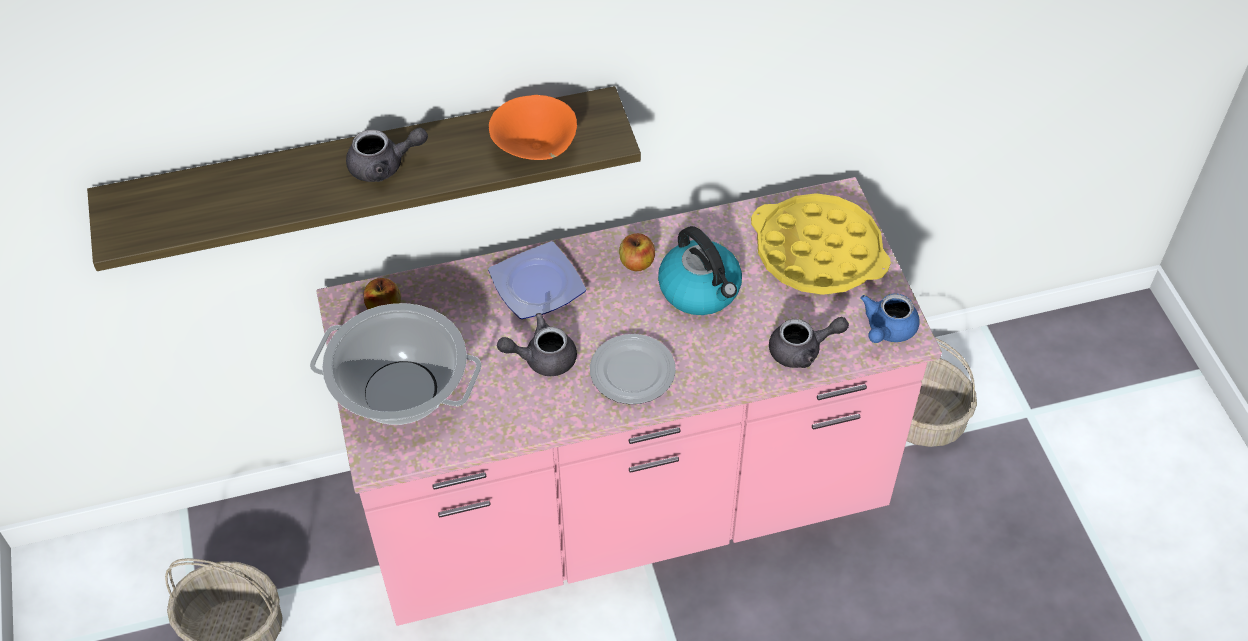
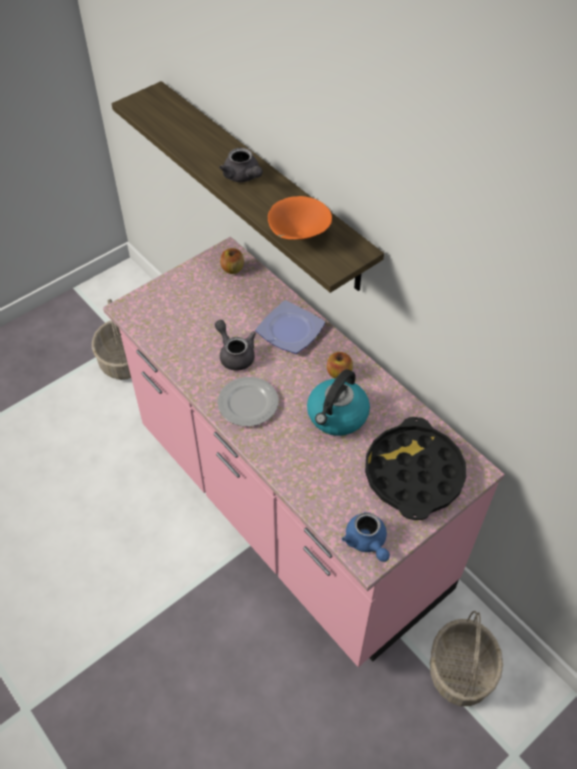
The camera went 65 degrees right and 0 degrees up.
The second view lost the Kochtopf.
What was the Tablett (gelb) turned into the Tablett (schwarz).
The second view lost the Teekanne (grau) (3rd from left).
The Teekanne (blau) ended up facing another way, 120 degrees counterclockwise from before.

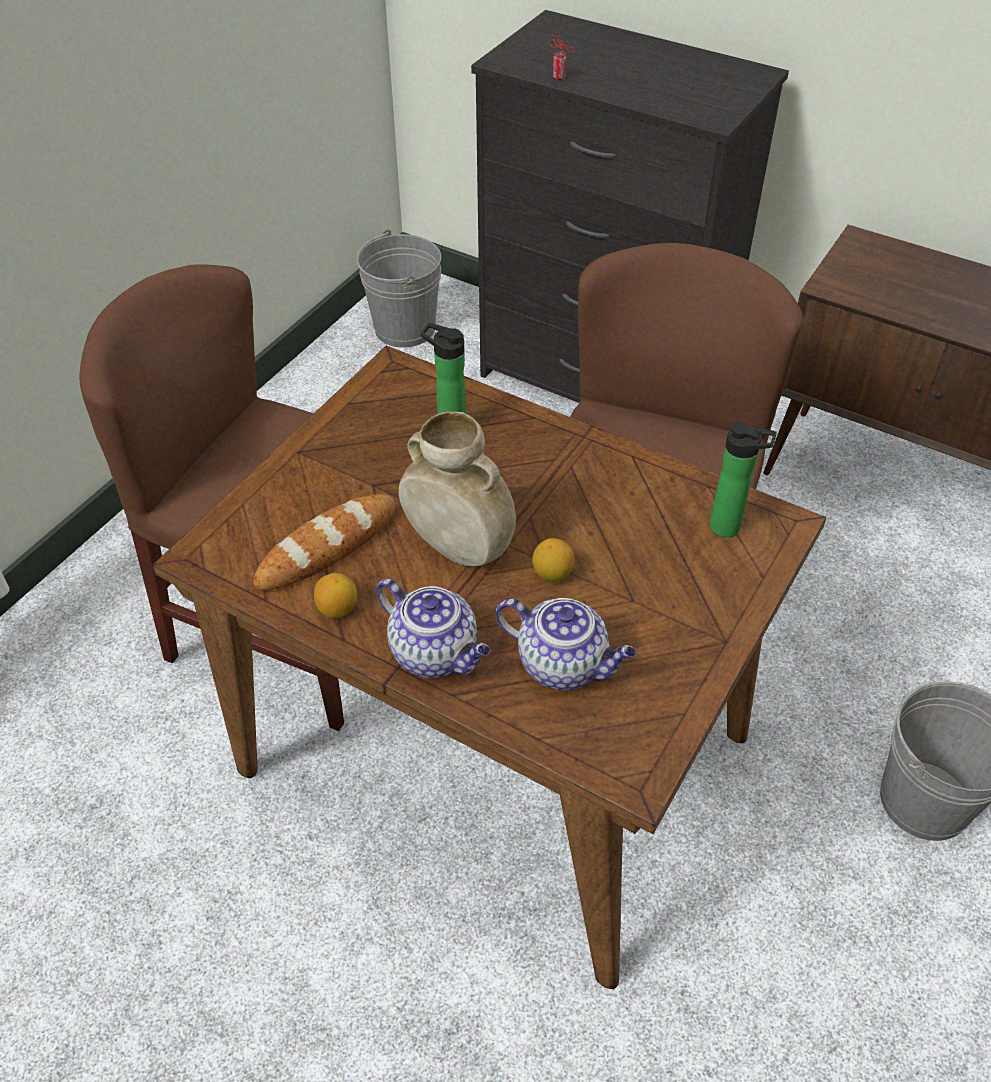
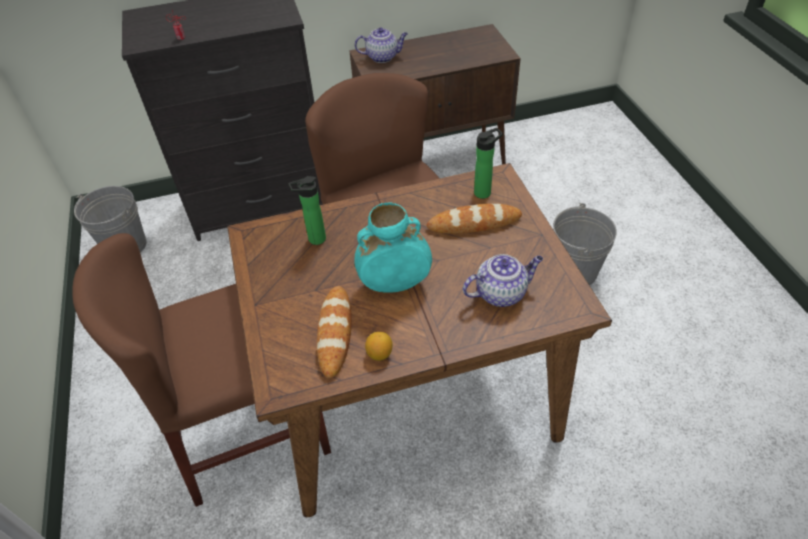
The camera went 45 degrees left and 0 degrees up.
The Teekanne (1st from left) ended up elsewhere.
What was the Vase (beige) turned into the Vase (türkis).
The second view lost the Zitrone (2nd from left).
The second view gained the Brot (2nd from left).

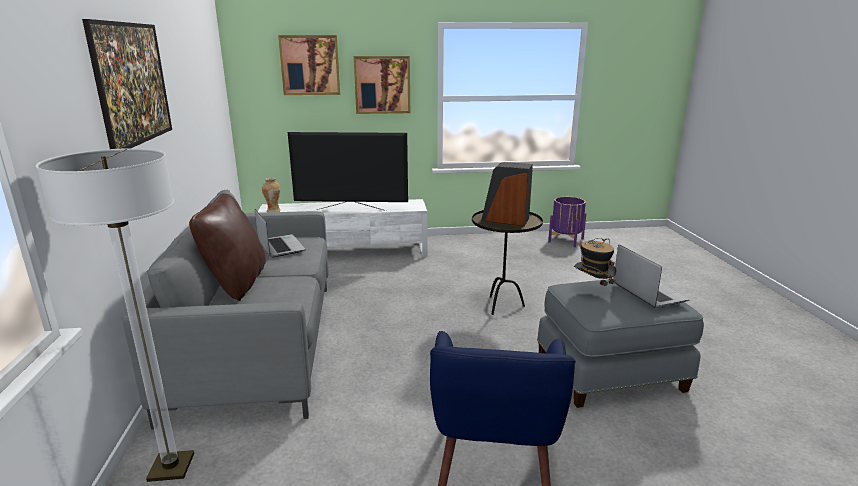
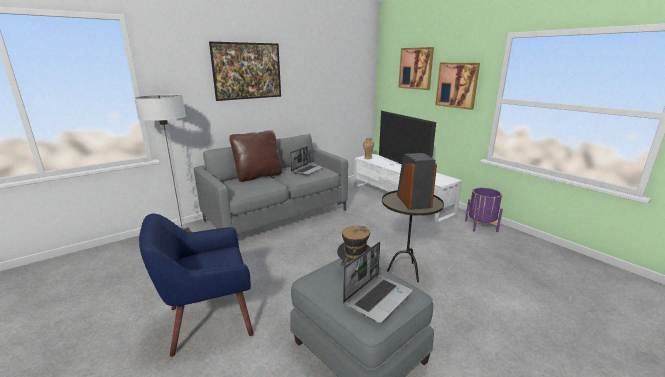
The camera went 60 degrees right and 0 degrees up.
The Pflanzkübel (lila) ended up elsewhere.

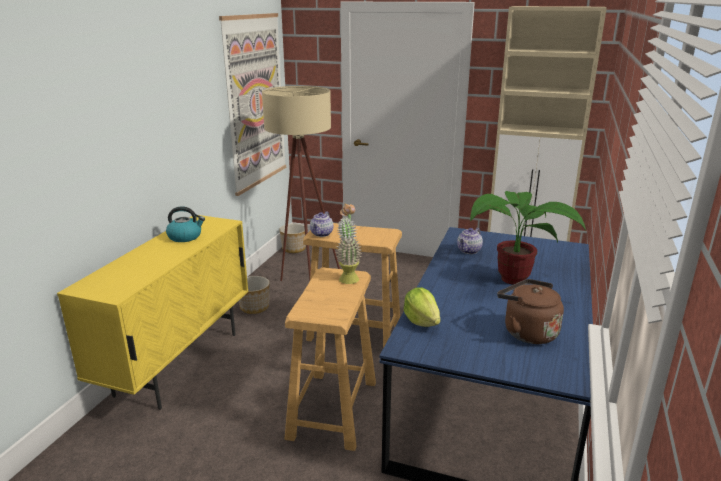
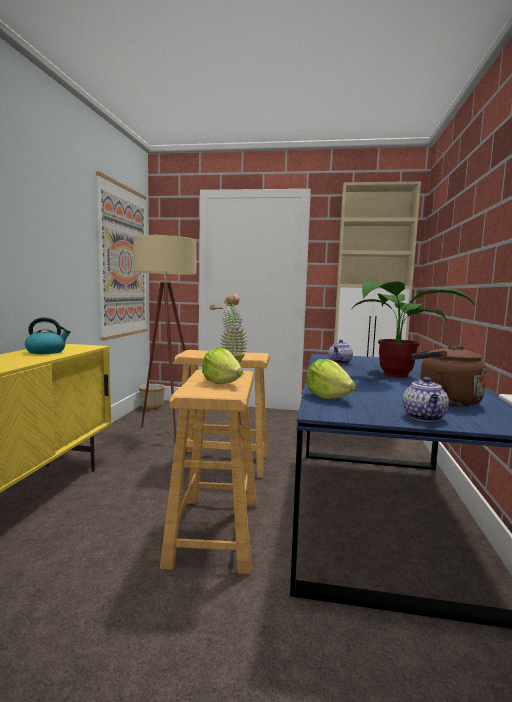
The camera went 10 degrees left and 15 degrees down.
The second view lost the Pflanzkübel (1st from left).
The Teekanne (1st from left in the first image) ended up elsewhere.
The second view gained the Salatkopf (1st from left).

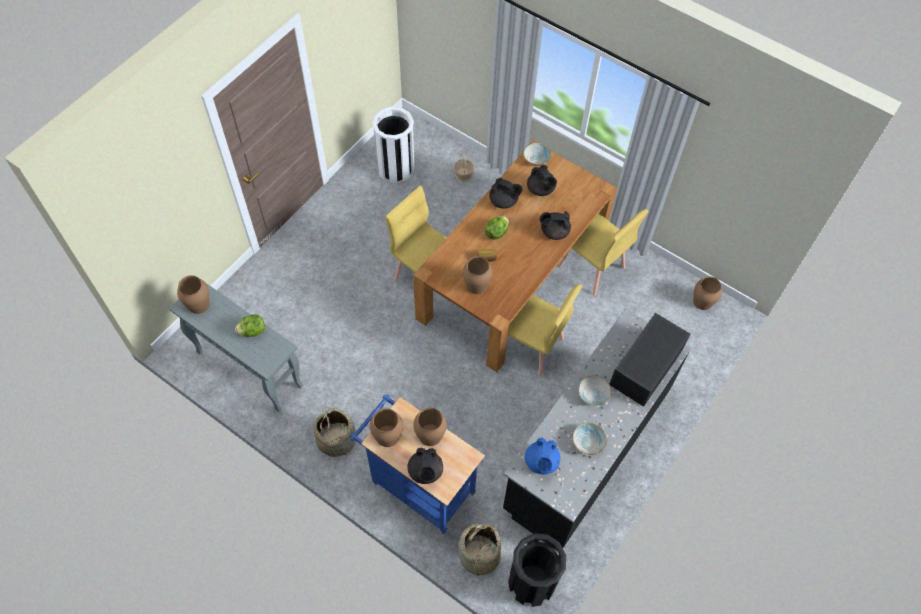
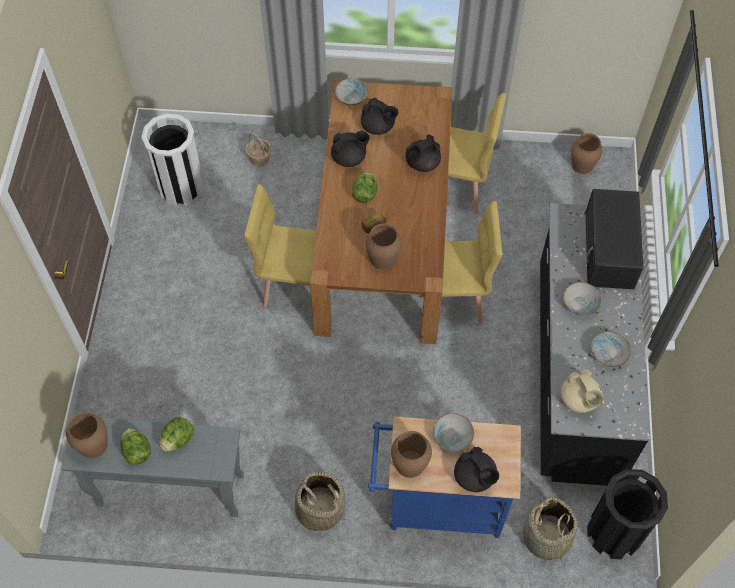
The camera went 30 degrees left and 0 degrees up.
Where the Vase (braun) (3rd from left) stood, the Schüssel (2nd from left) came to stand.
What was the Teekanne (blau) turned into the Teekanne (beige).
The second view gained the Salatkopf (1st from left).

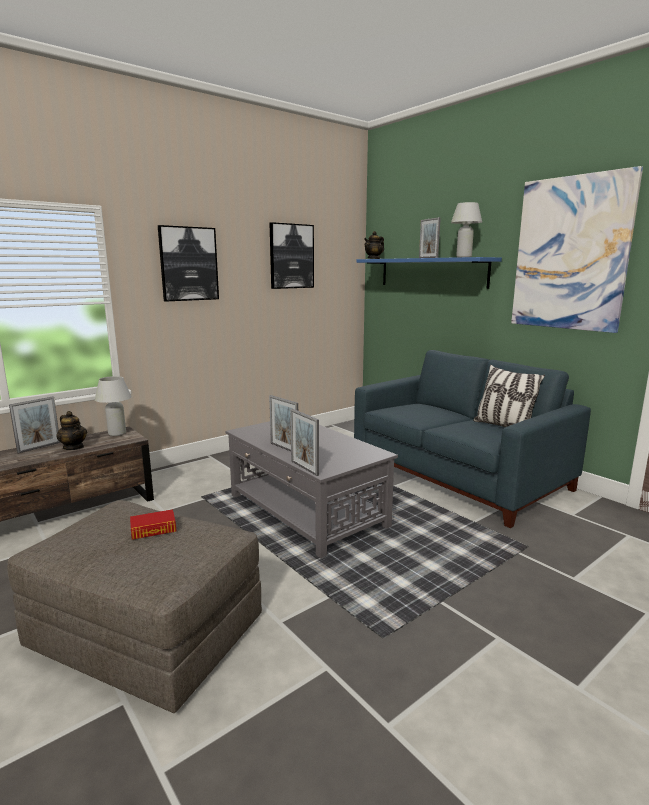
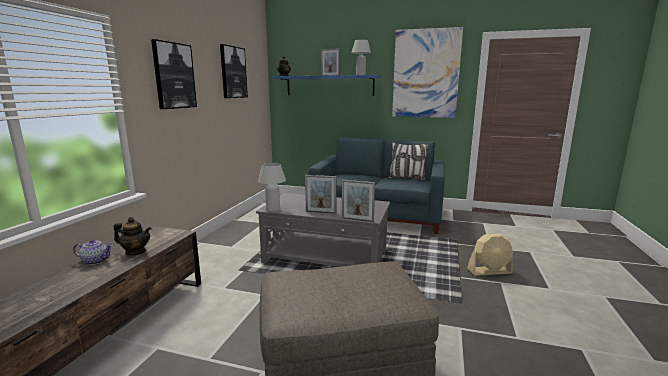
The camera went 35 degrees left and 0 degrees up.
Where the Bilderrahmen (1st from left) stood, the Teekanne (1st from left) came to stand.
The Tischlampe (weiß) (1st from left) ended up elsewhere.
The second view lost the Buch.
The second view gained the Ventilator (beige).

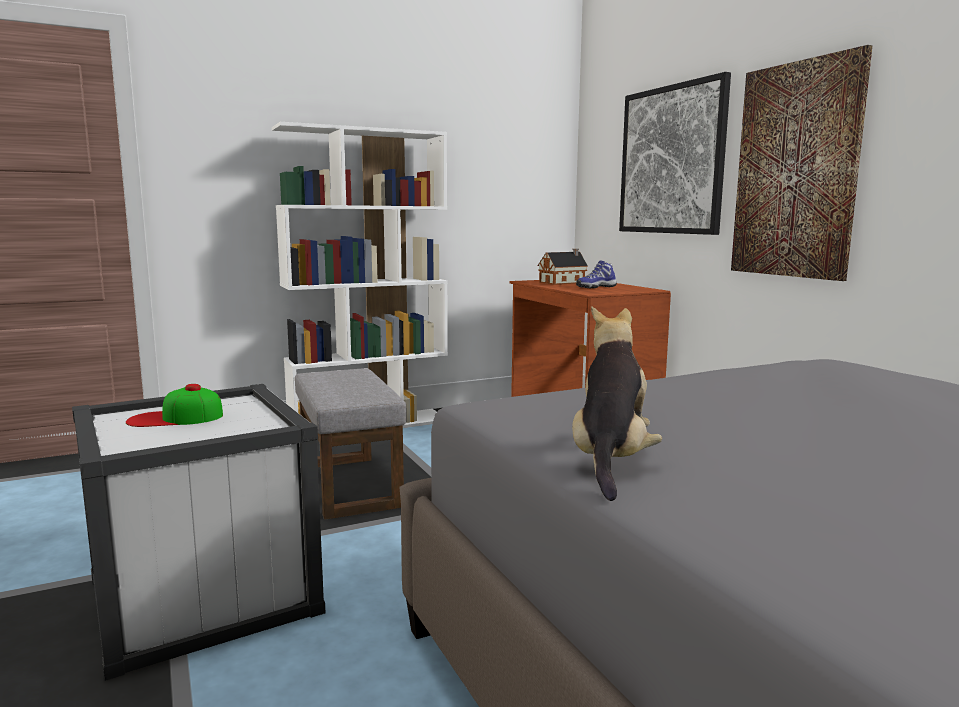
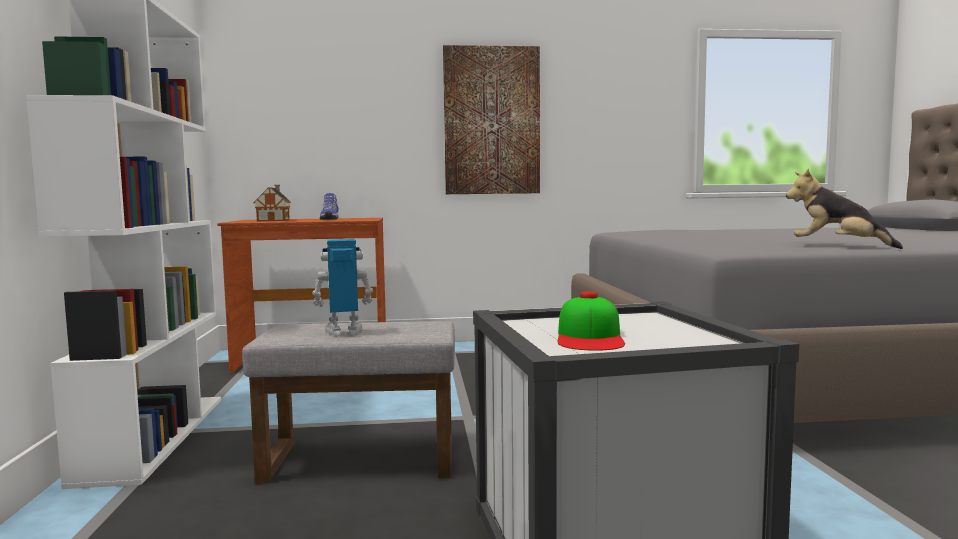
The camera went 70 degrees left and 5 degrees down.
The second view lost the Bild (1st from left).
The second view gained the Spielzeugroboter.

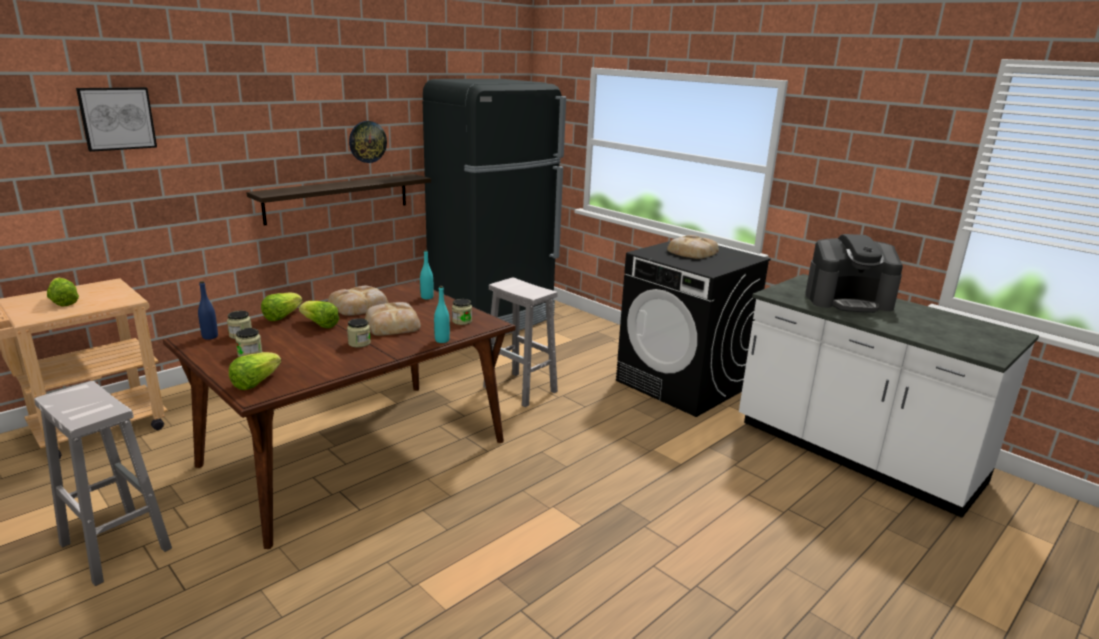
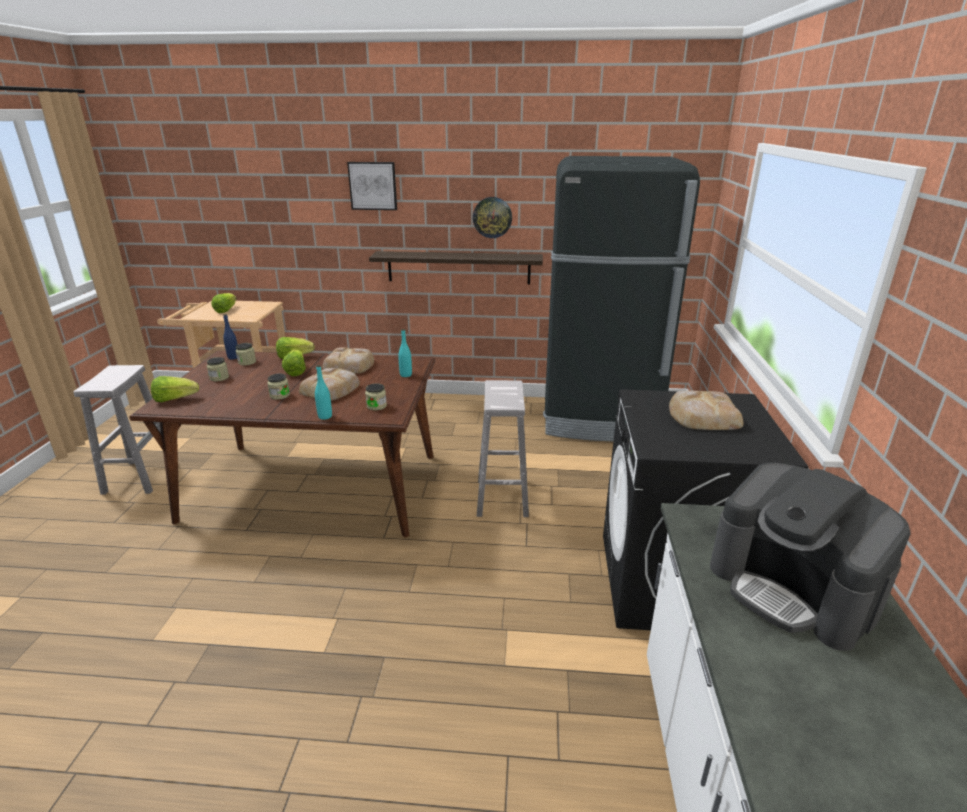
The camera went 50 degrees right and 5 degrees up.
The Bild ended up elsewhere.

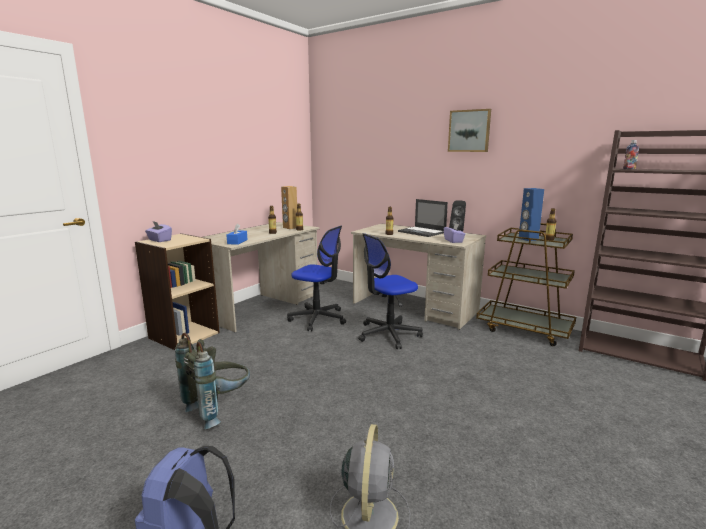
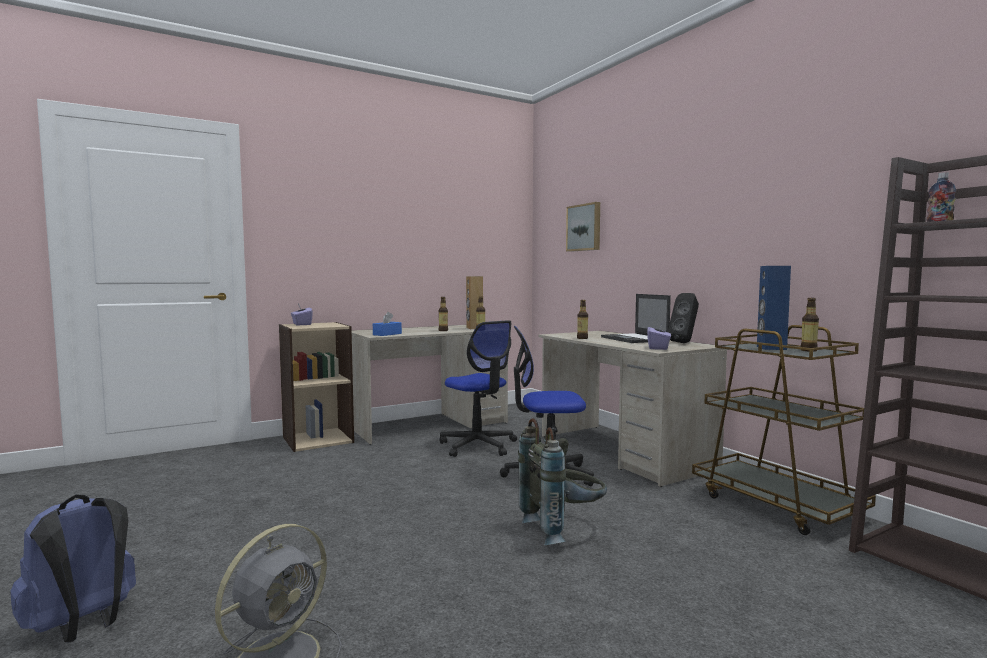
The camera went 25 degrees right and 10 degrees down.
The Rucksack (grau) ended up elsewhere.
The Bild ended up elsewhere.

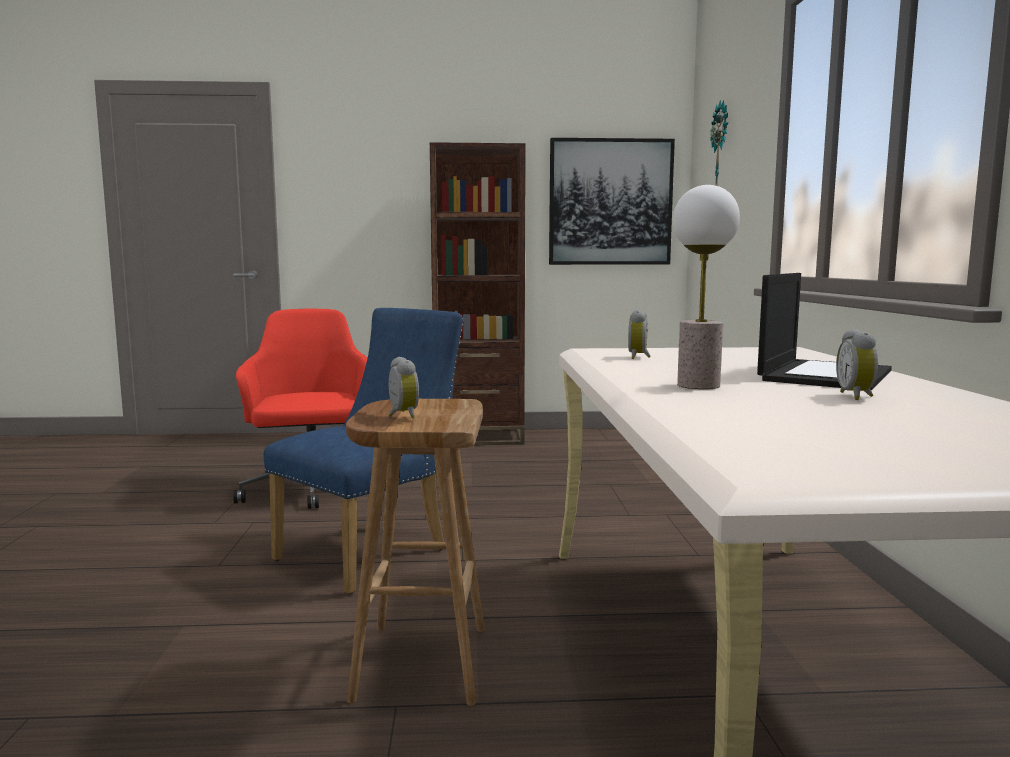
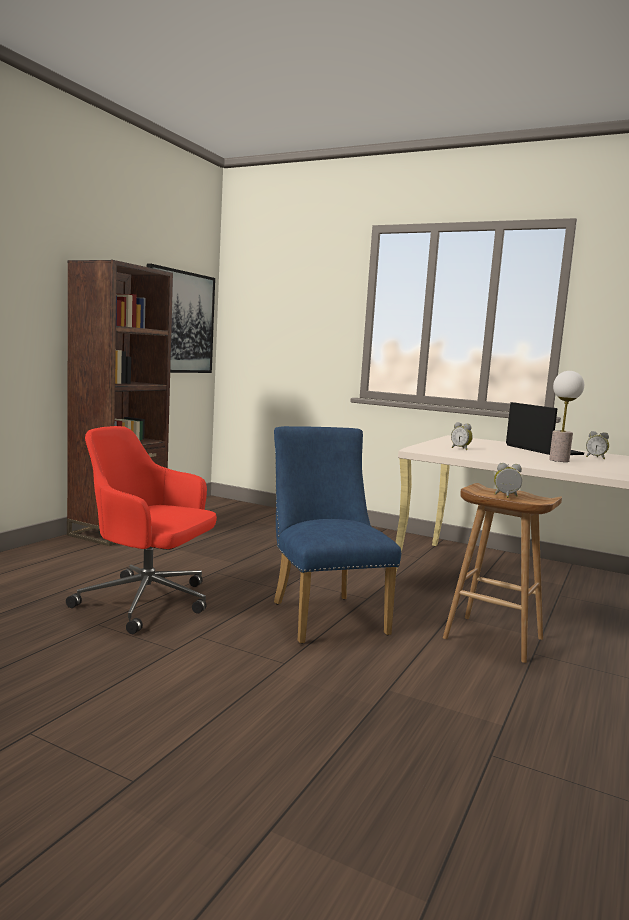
The camera went 60 degrees left and 0 degrees up.
The second view lost the Wanduhr.

